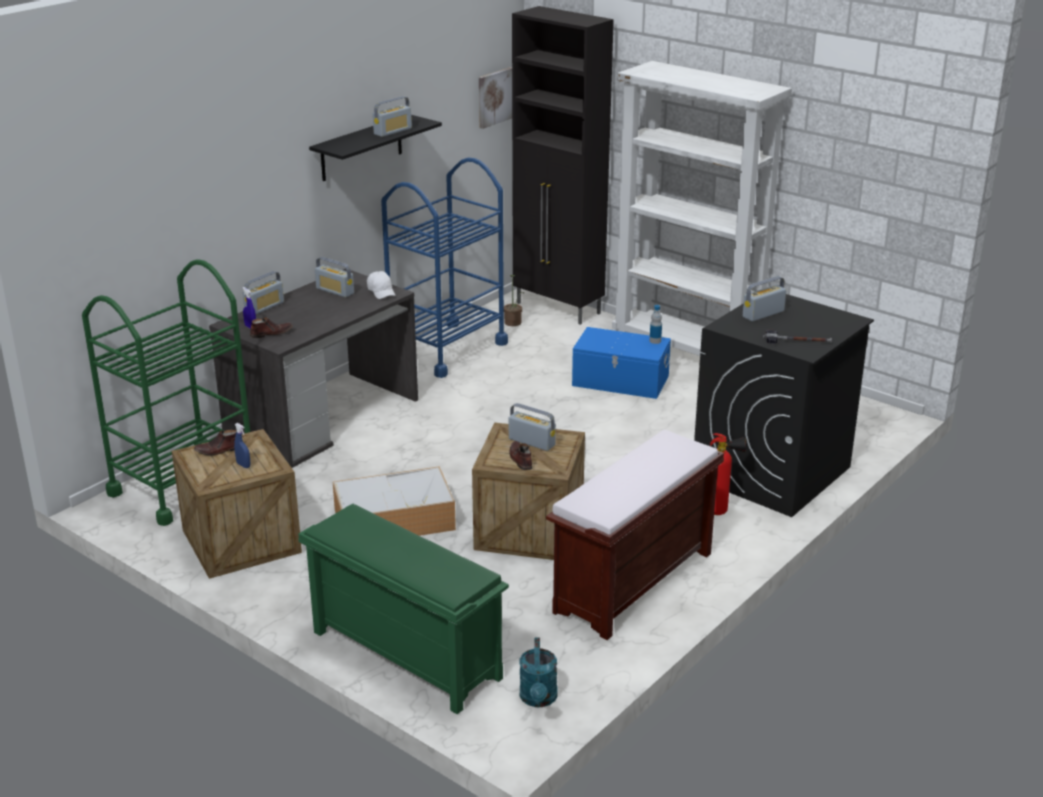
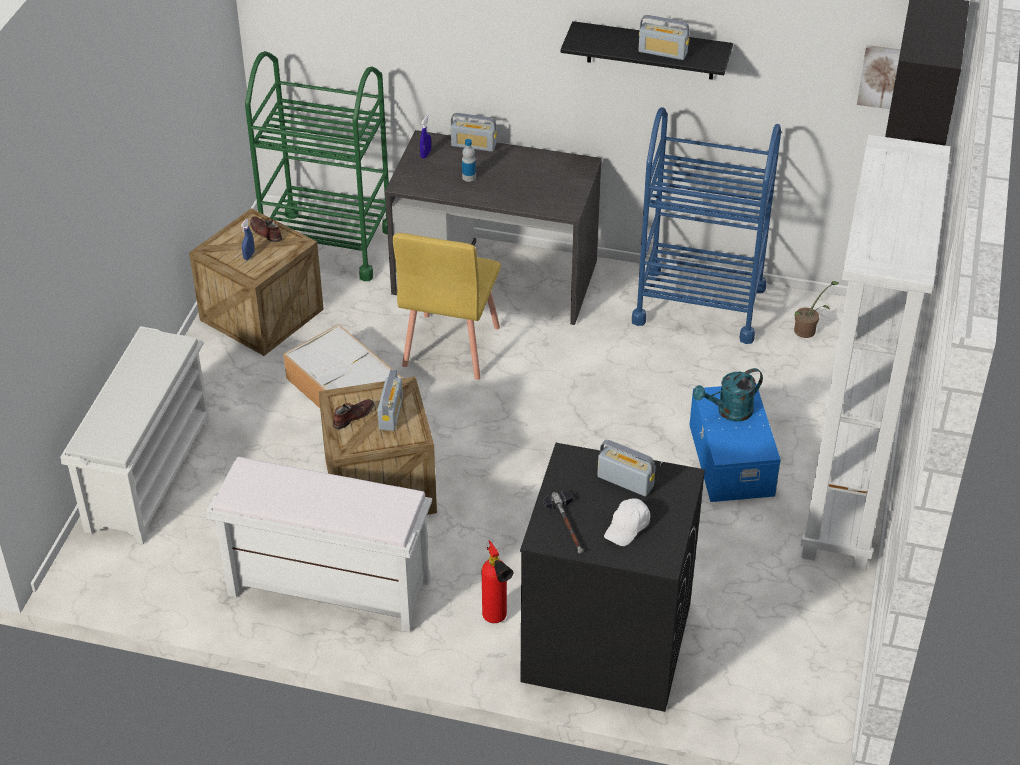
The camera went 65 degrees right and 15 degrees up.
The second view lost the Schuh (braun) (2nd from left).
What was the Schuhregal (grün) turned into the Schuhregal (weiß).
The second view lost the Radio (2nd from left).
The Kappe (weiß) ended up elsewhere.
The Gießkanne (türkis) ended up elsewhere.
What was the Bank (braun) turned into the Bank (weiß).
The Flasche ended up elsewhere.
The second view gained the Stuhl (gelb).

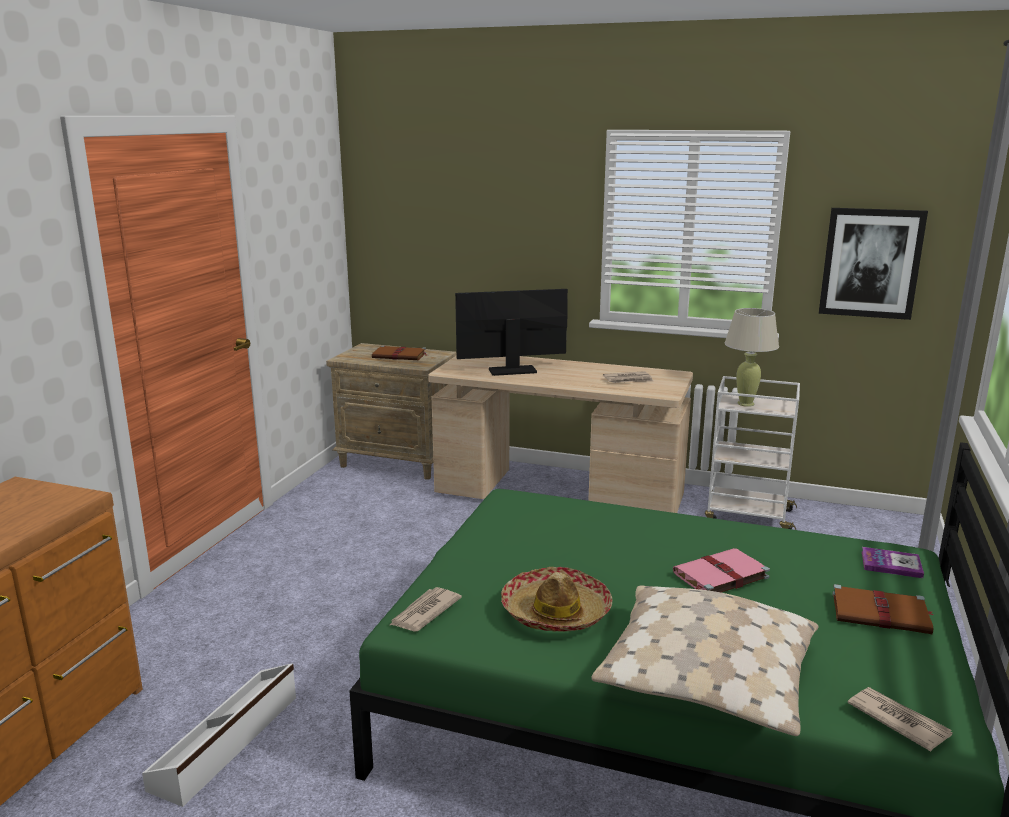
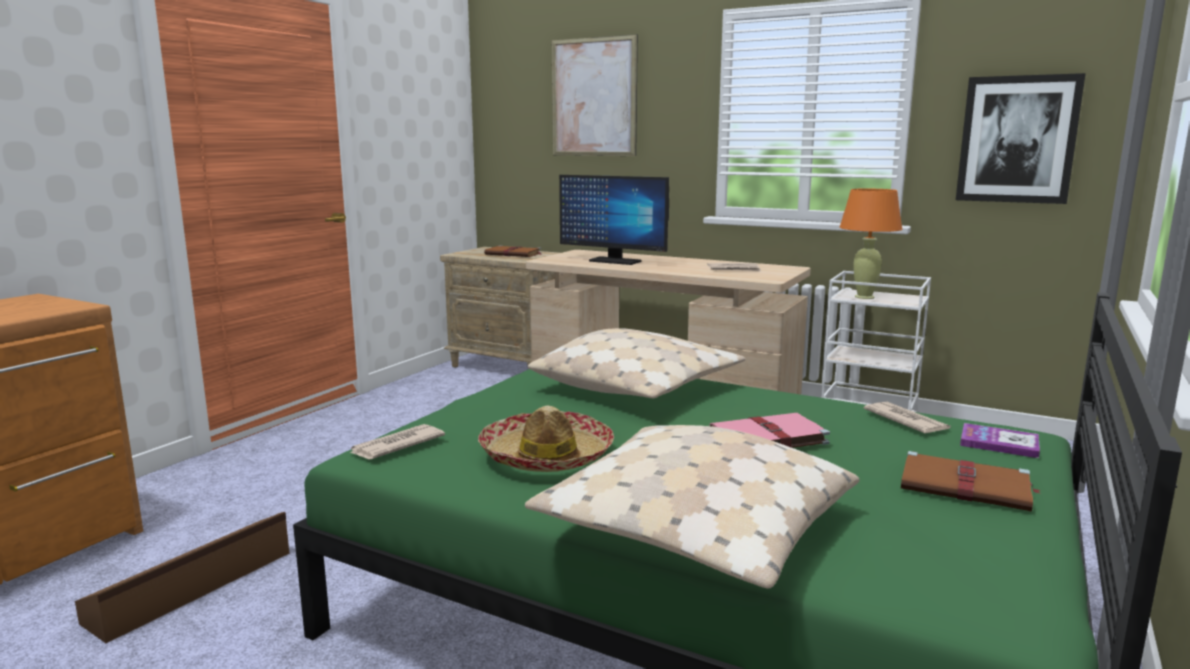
The camera went 10 degrees right and 5 degrees down.
What was the Aufbewahrungsbox (weiß) turned into the Aufbewahrungsbox (braun).
The Monitor ended up facing another way, 150 degrees counterclockwise from before.
What was the Tischlampe (beige) turned into the Tischlampe (orange).
The Zeitung (3rd from left) ended up elsewhere.
The second view gained the Kissen (beige) (1st from left).
The second view gained the Bild (1st from left).

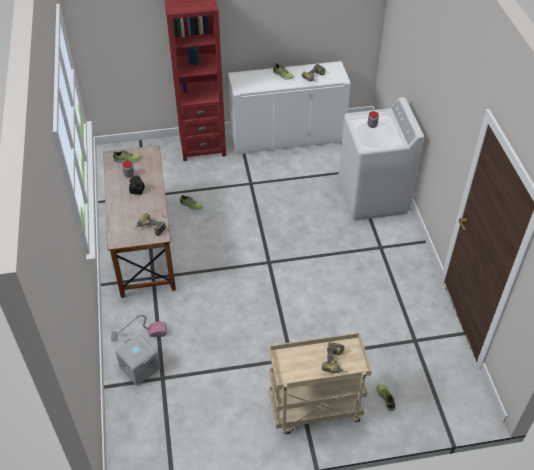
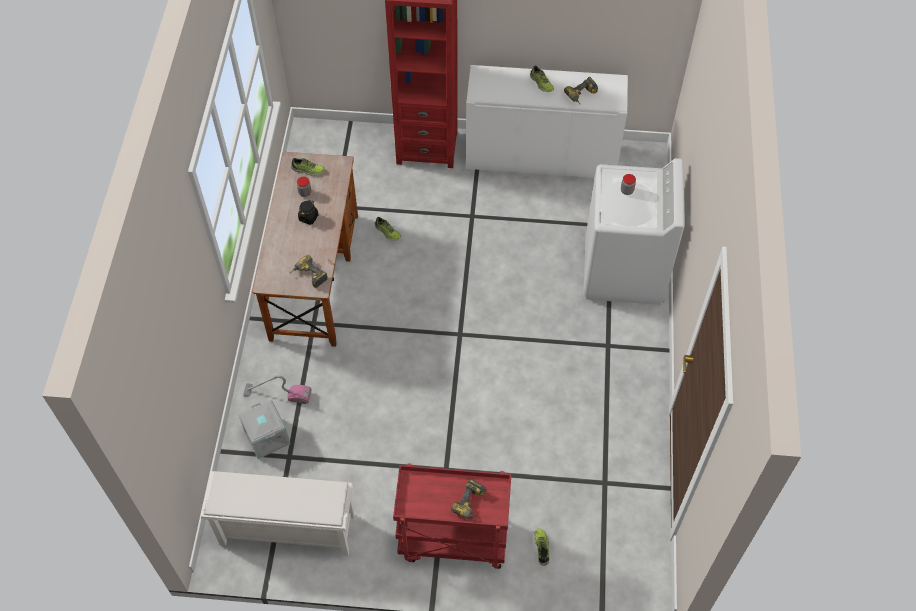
The camera went 15 degrees right and 10 degrees up.
What was the Rollwagen (beige) turned into the Rollwagen (rot).
The second view gained the Schuhregal (weiß).

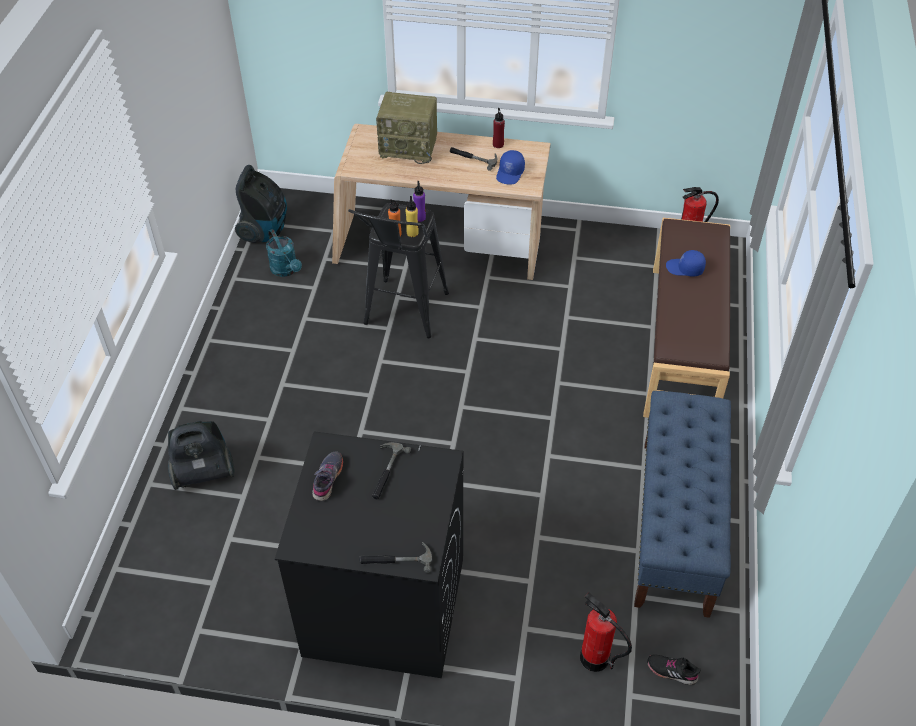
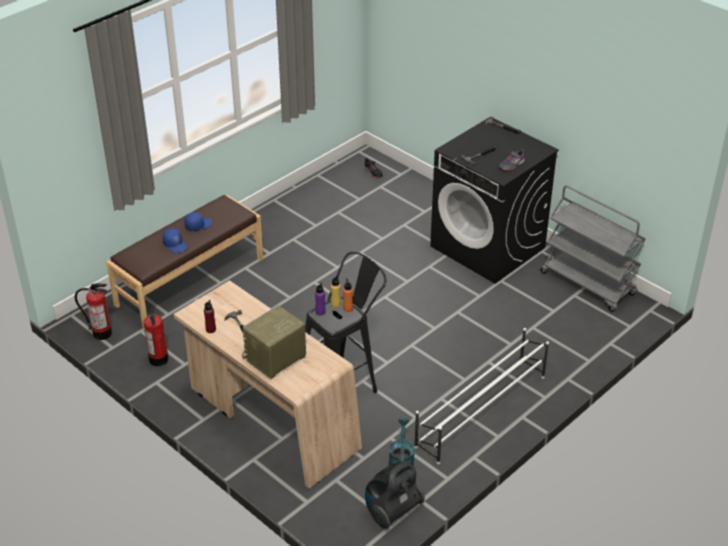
The camera went 145 degrees left and 10 degrees down.
The second view lost the Staubsauger (1st from left).
The Radio ended up facing another way, 90 degrees counterclockwise from before.
The Kappe (blau) (1st from left in the first image) ended up elsewhere.
The Feuerlöscher (1st from left in the first image) ended up elsewhere.
The second view lost the Bank (blau).
The second view gained the Schuhregal (weiß).
The second view gained the Rollwagen (grau).

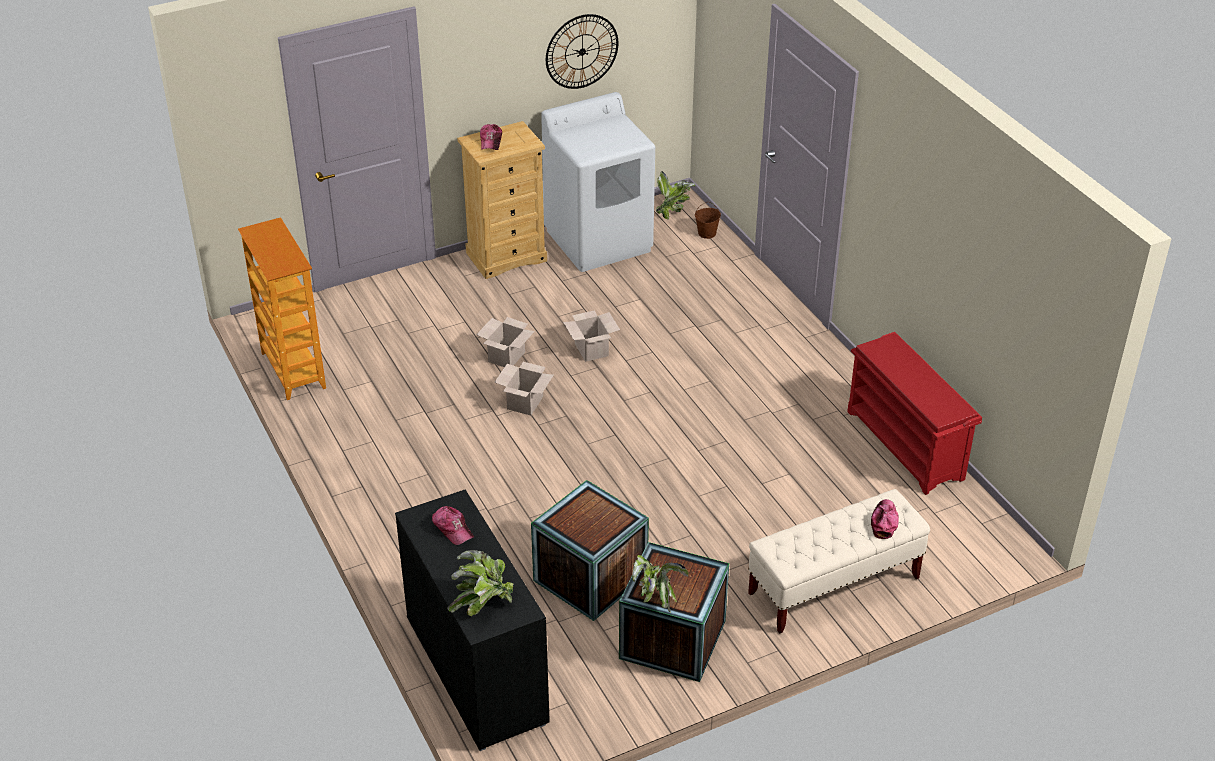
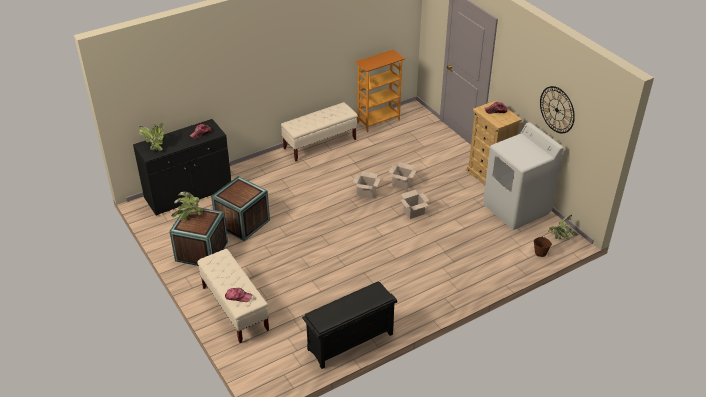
The camera went 85 degrees right and 0 degrees up.
What was the Schuhregal (rot) turned into the Schuhregal (schwarz).
The second view gained the Bank (beige) (2nd from left).

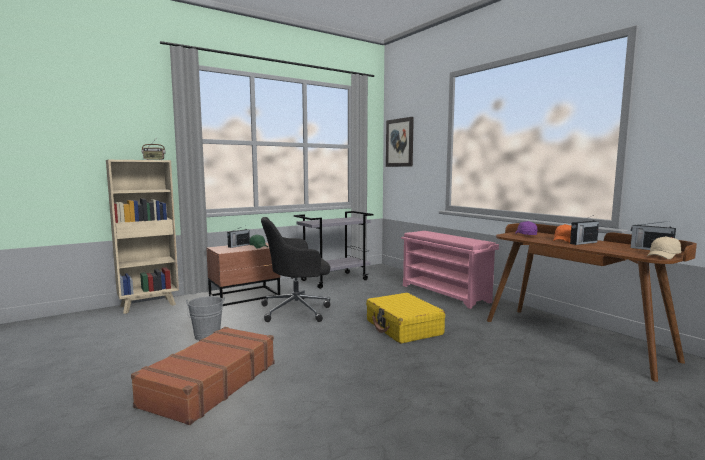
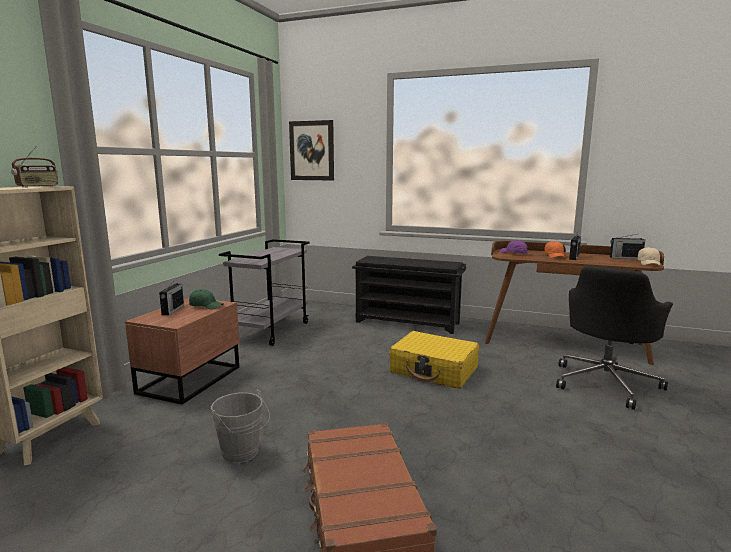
The camera went 35 degrees left and 5 degrees up.
The Bürostuhl (schwarz) ended up elsewhere.
What was the Schuhregal (rosa) turned into the Schuhregal (schwarz).

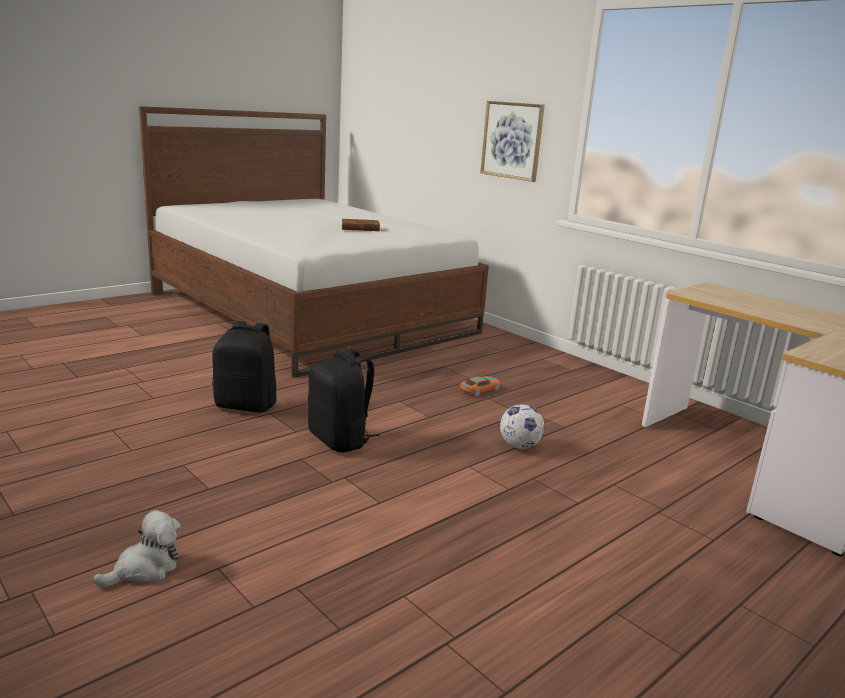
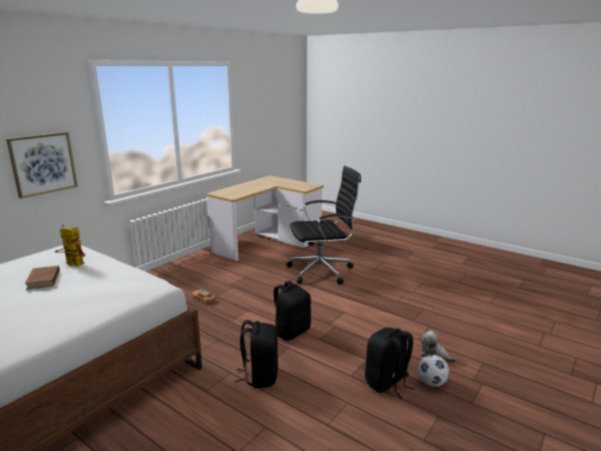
The camera went 100 degrees left and 0 degrees up.
The Fußball ended up elsewhere.
The second view gained the Spielzeugroboter.
The second view gained the Bürostuhl (schwarz).
The second view gained the Rucksack (schwarz) (3rd from left).

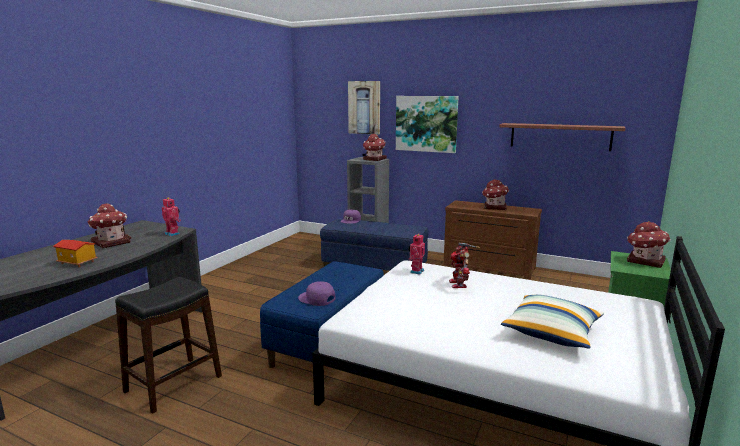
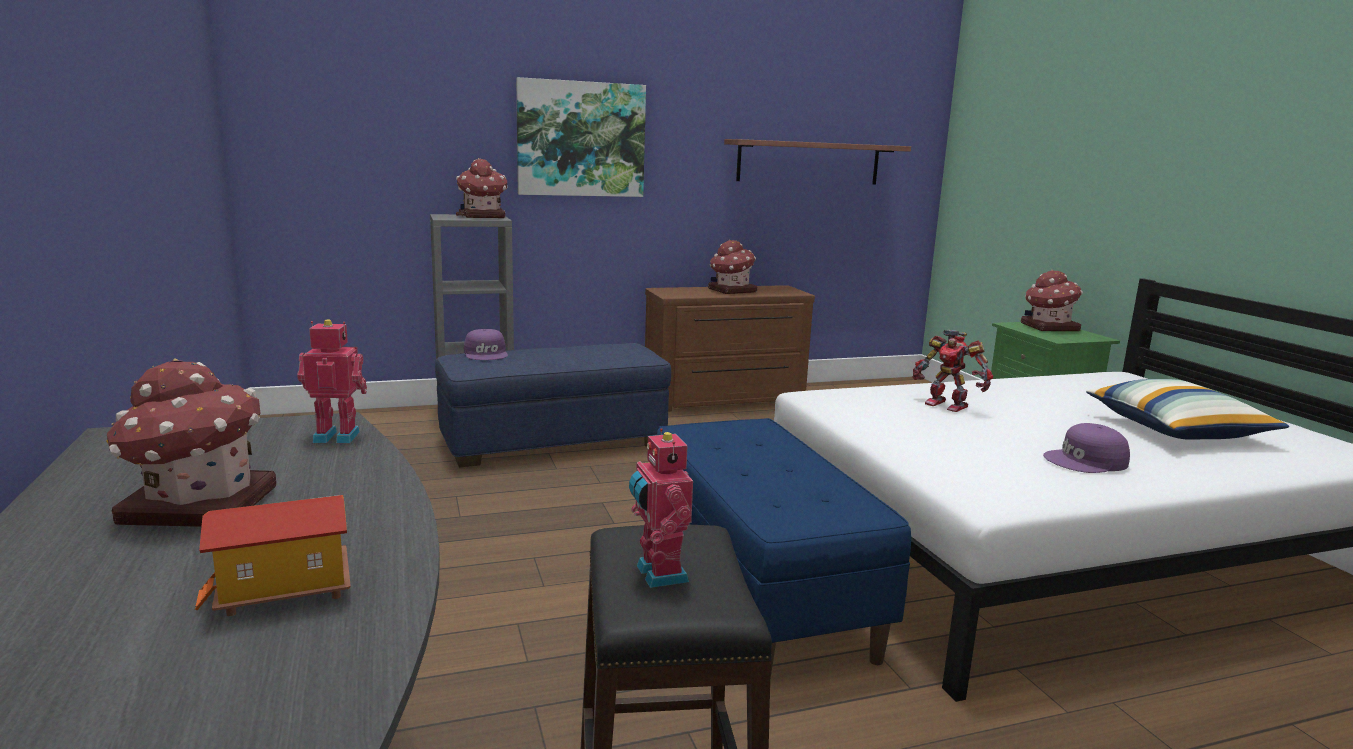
The camera went 45 degrees left and 0 degrees up.
The Kappe (lila) (1st from left in the first image) ended up elsewhere.
The second view lost the Bild (1st from left).
The Spielzeugroboter (2nd from left) ended up elsewhere.

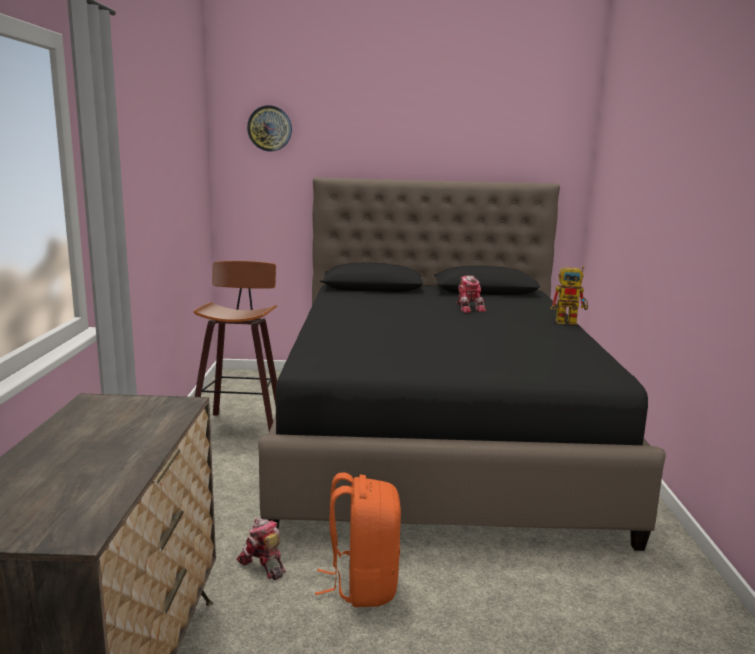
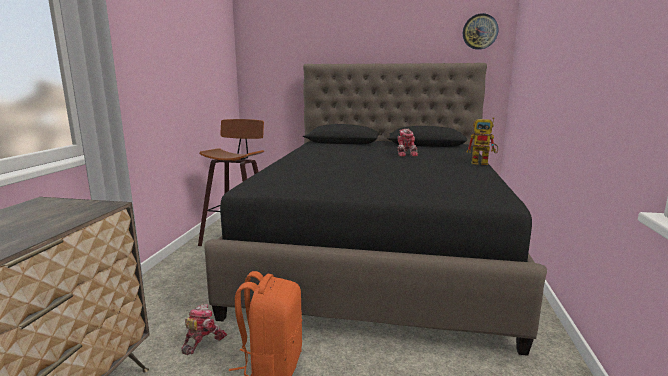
The camera went 10 degrees right and 0 degrees up.
The Spielzeugroboter (1st from left) ended up facing another way, 60 degrees clockwise from before.
The Wanduhr ended up elsewhere.

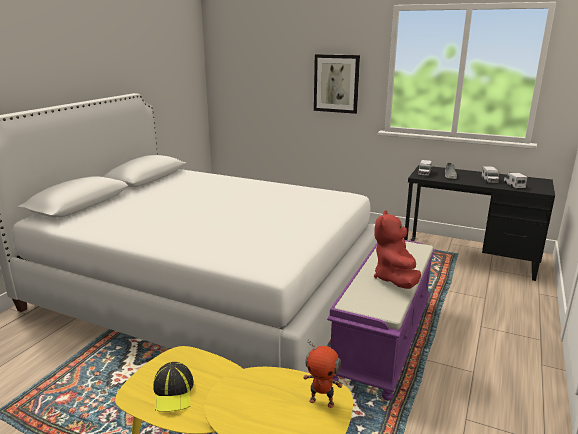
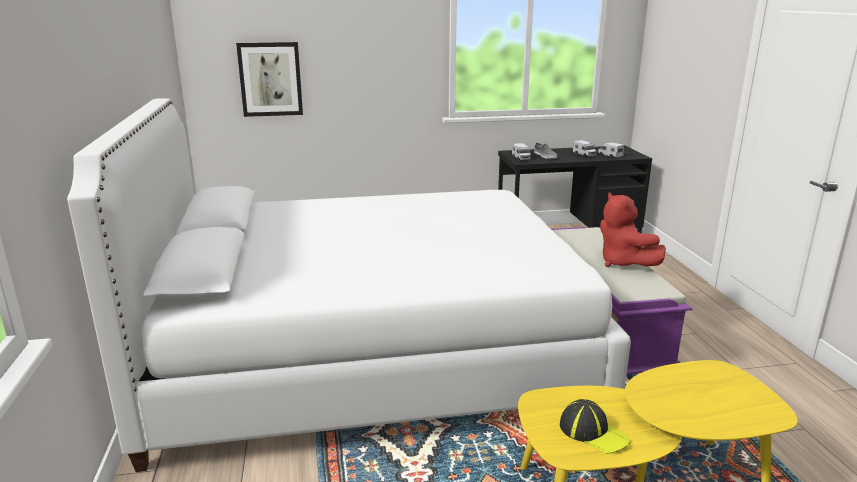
The camera went 35 degrees left and 0 degrees up.
The second view lost the Spielzeugroboter.
The Bild ended up elsewhere.

